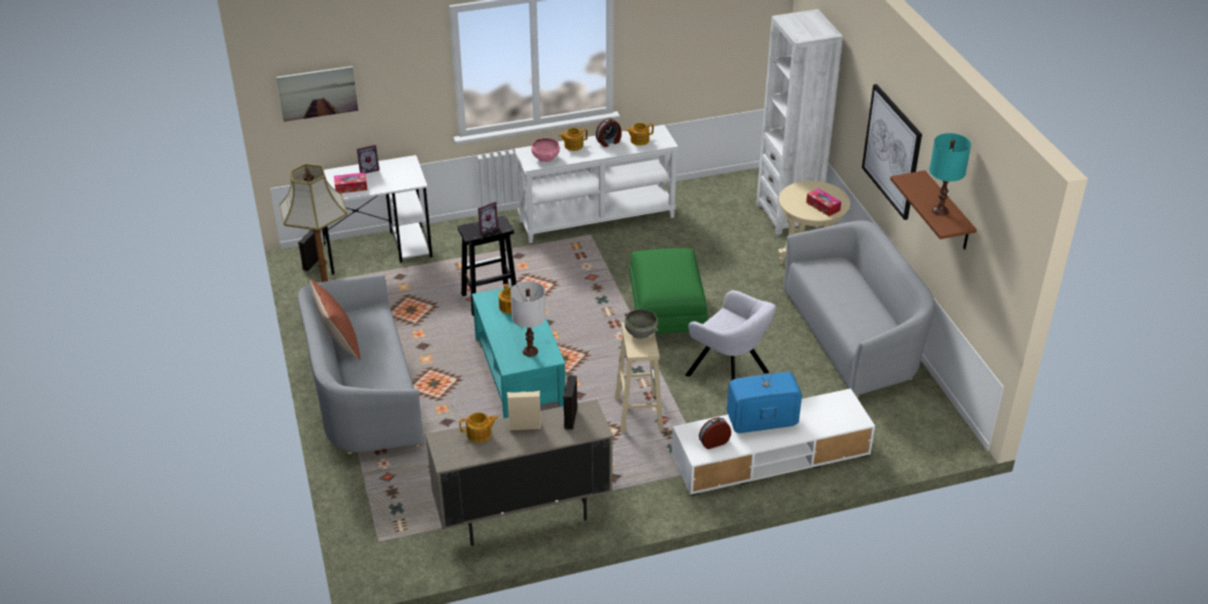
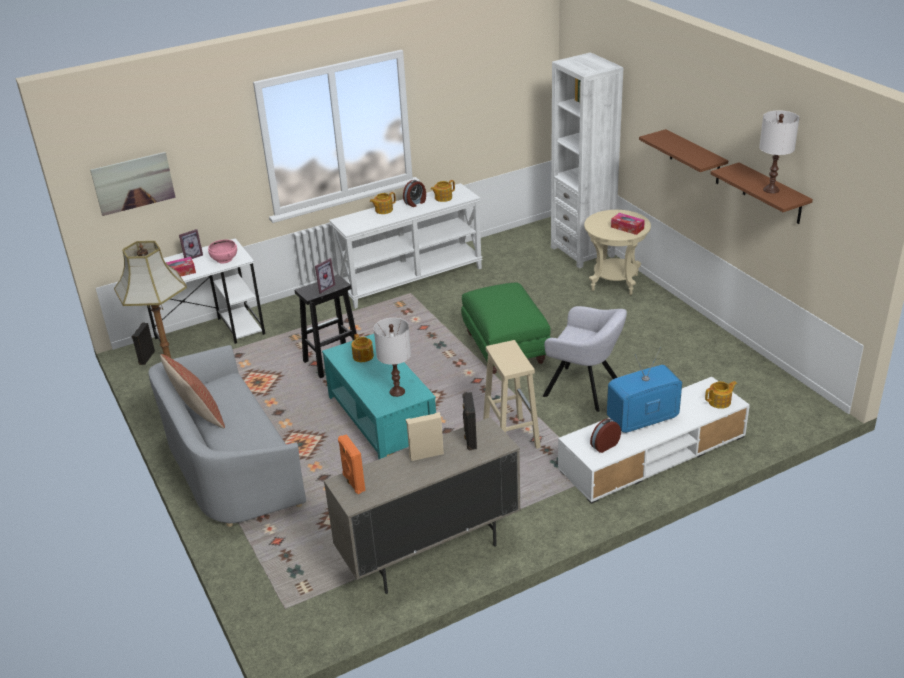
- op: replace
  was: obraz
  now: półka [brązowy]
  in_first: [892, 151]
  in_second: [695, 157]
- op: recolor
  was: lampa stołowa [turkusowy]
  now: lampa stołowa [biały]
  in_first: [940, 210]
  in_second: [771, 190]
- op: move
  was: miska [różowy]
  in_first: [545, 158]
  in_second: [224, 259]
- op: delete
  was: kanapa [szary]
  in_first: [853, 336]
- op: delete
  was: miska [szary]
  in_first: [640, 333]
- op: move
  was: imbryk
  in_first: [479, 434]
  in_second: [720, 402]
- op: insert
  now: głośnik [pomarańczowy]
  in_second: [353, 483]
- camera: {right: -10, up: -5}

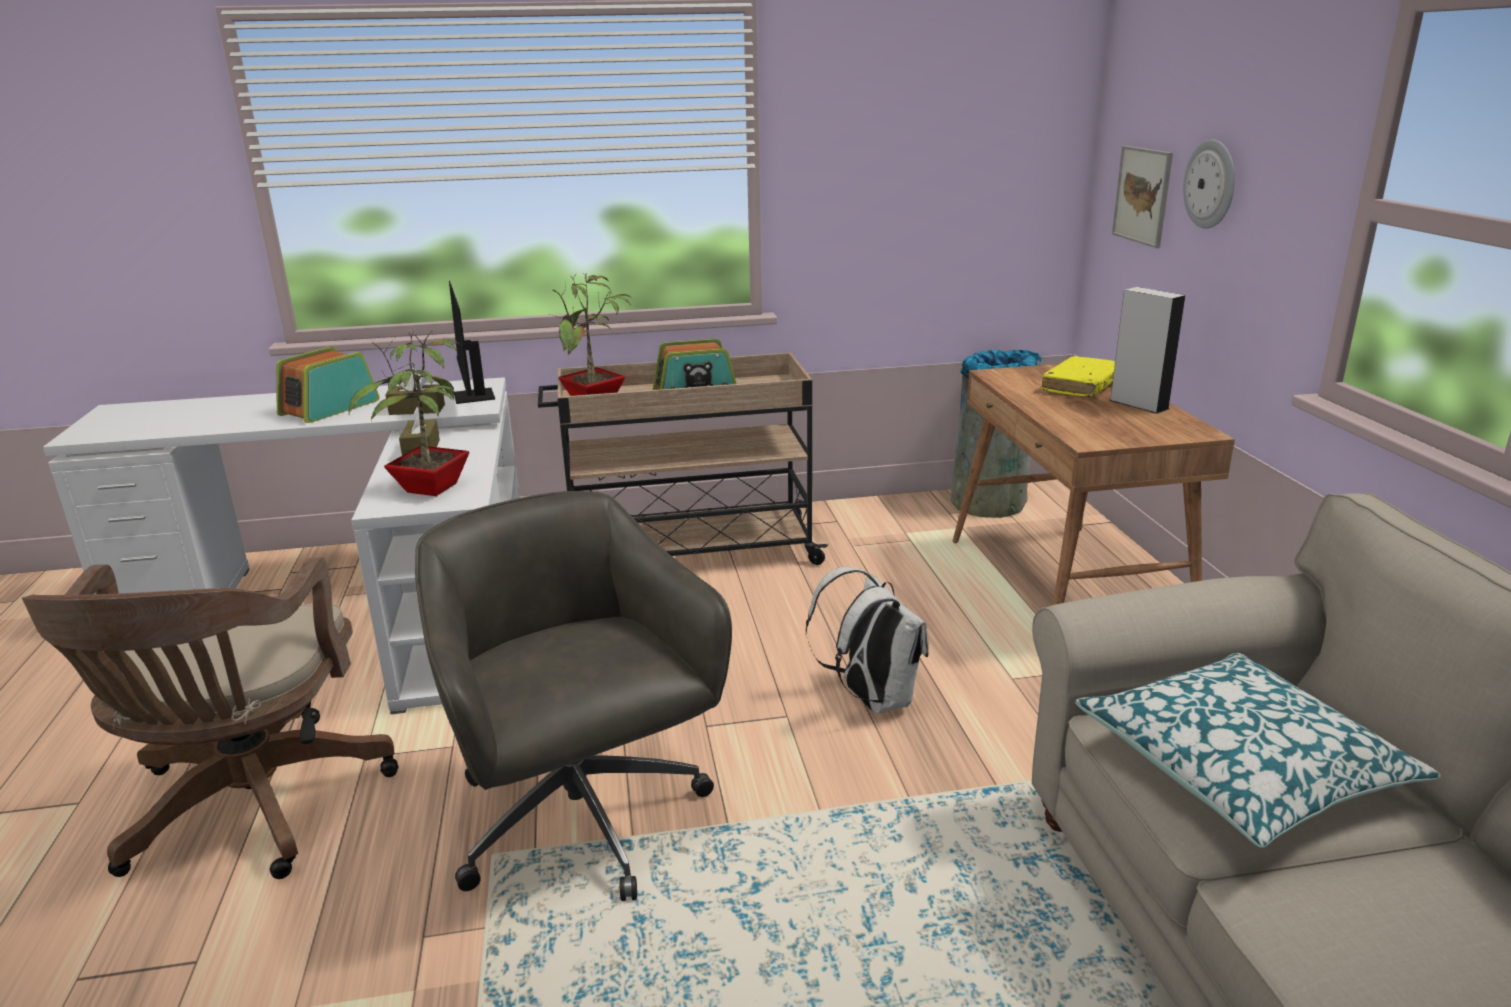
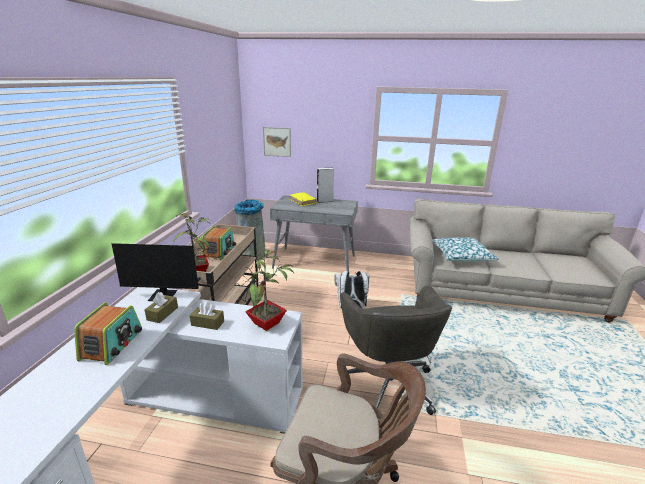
- op: delete
  was: zegar ścienny
  in_first: [1211, 184]
- op: rotate
  was: radio
  in_first: [329, 408]
  in_second: [112, 344]
  clockwise: -135
- op: recolor
  was: biurko [brązowy]
  now: biurko [szary]
  in_first: [1067, 586]
  in_second: [315, 262]
- op: rotate
  was: krzesło biurowe [szary]
  in_first: [582, 821]
  in_second: [388, 383]
  clockwise: -90
- camera: {right: -70, up: 0}

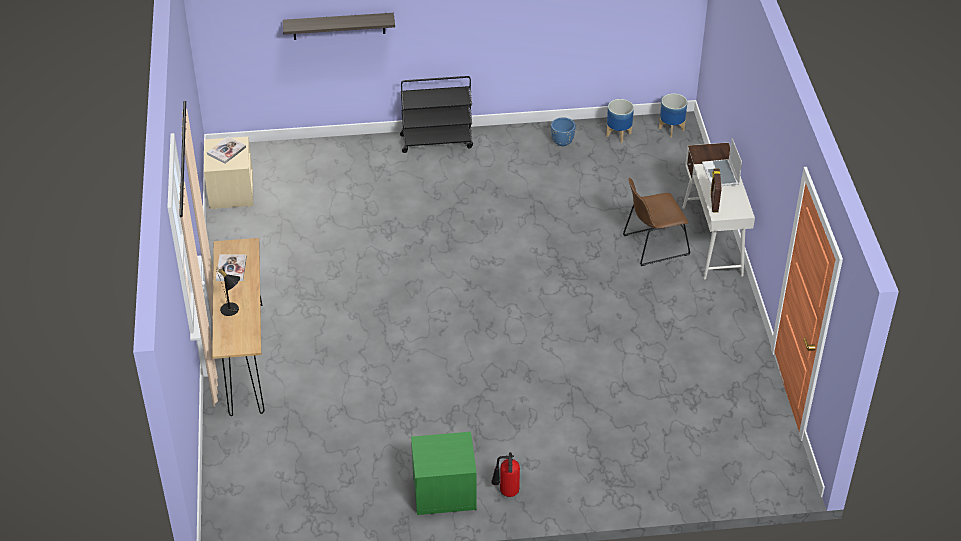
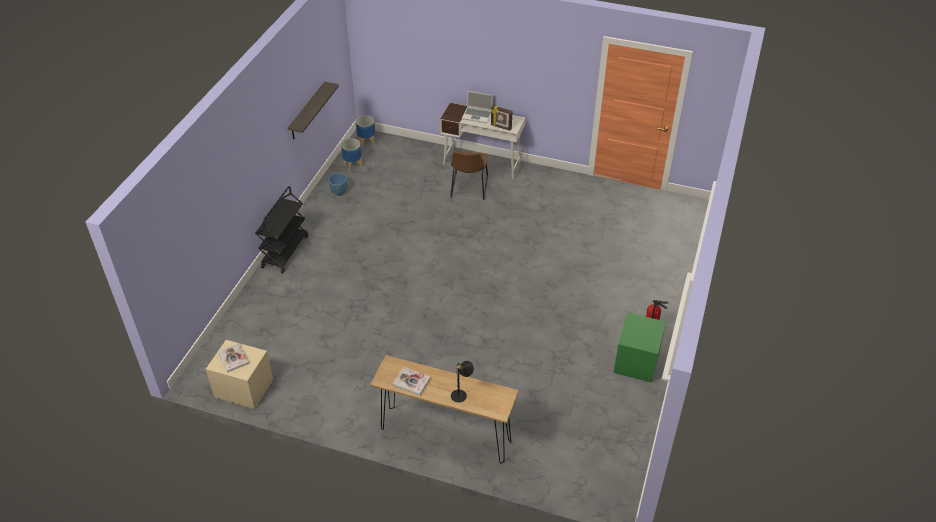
- op: move
  was: półka
  in_first: [339, 26]
  in_second: [307, 111]
- camera: {right: -65, up: 0}

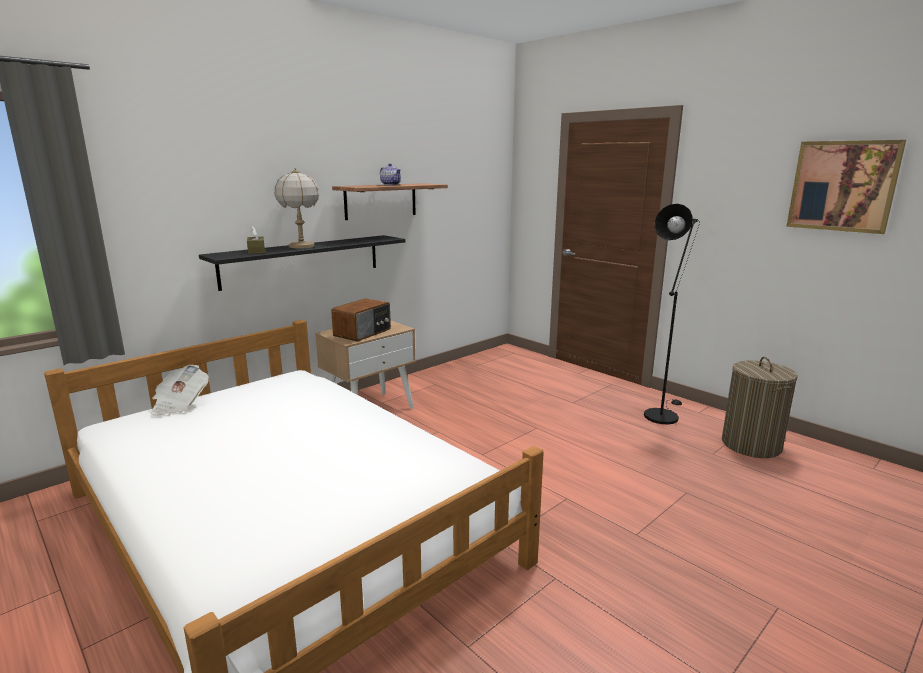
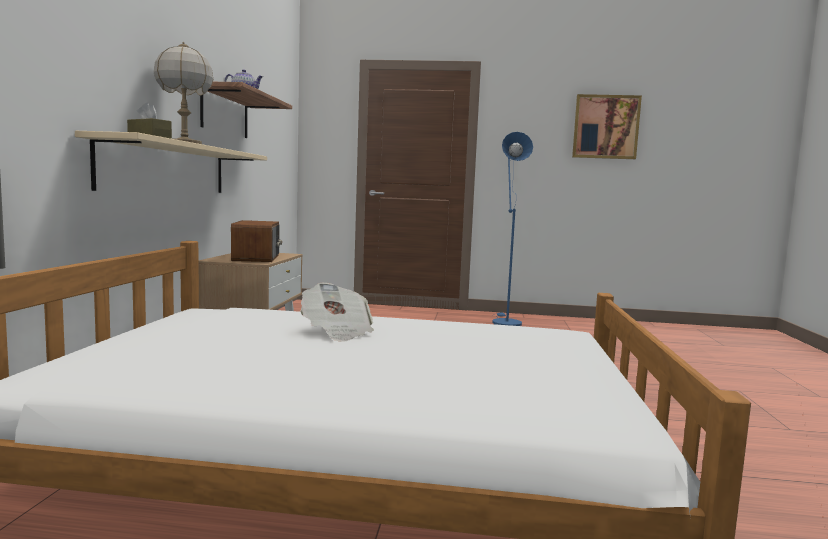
- op: recolor
  was: lampa stojąca [czarny]
  now: lampa stojąca [niebieski]
  in_first: [662, 414]
  in_second: [504, 322]
- op: recolor
  was: półka [czarny]
  now: półka [beżowy]
  in_first: [303, 261]
  in_second: [167, 168]
- op: delete
  was: kosz na pranie
  in_first: [751, 445]
- op: move
  was: gazeta
  in_first: [180, 404]
  in_second: [337, 332]
- camera: {right: -40, up: -10}

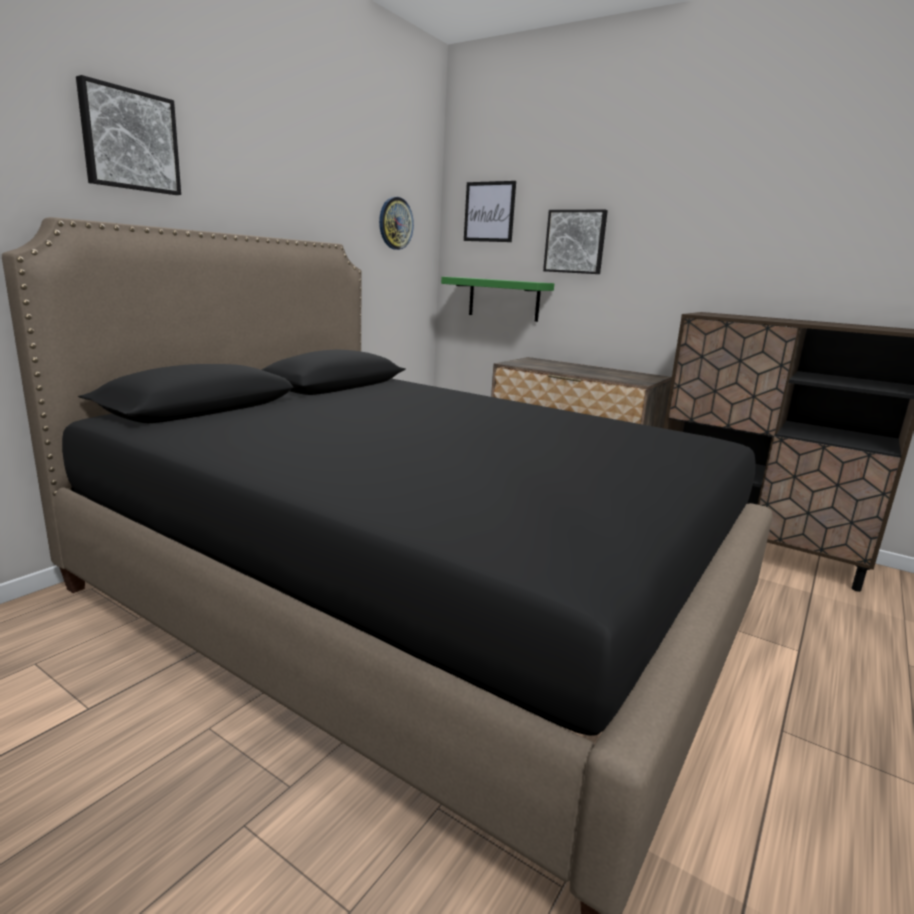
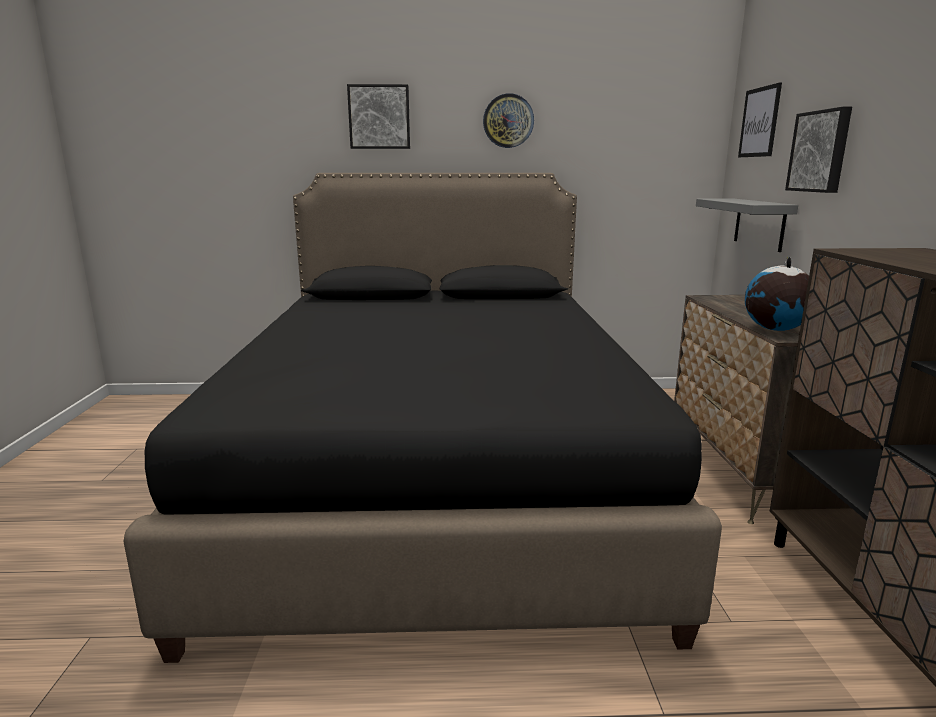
- op: move
  was: zegar ścienny
  in_first: [395, 223]
  in_second: [508, 121]
- op: recolor
  was: półka [zielony]
  now: półka [szary]
  in_first: [504, 299]
  in_second: [759, 224]
- op: insert
  now: globus
  in_second: [775, 329]
- camera: {right: 55, up: 0}

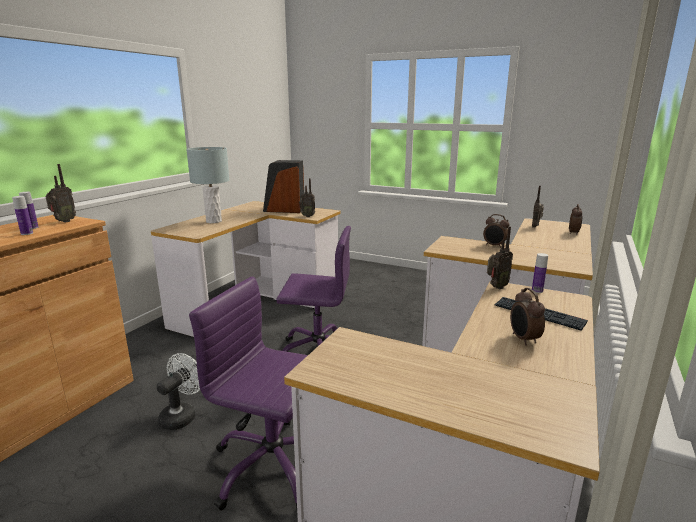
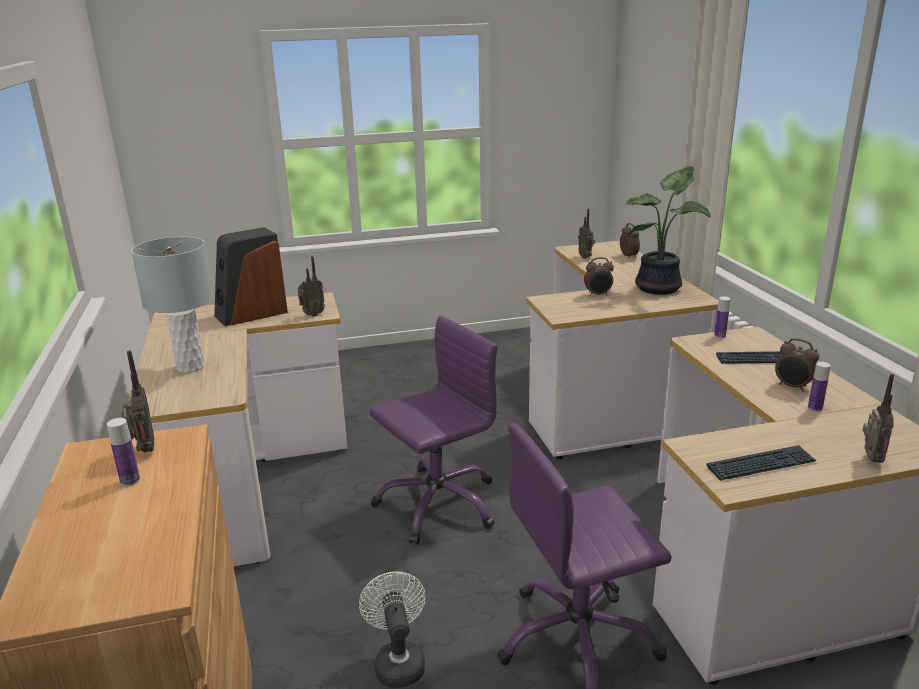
- op: move
  was: butelka
  in_first: [27, 233]
  in_second: [815, 408]
- op: move
  was: radio
  in_first: [496, 287]
  in_second: [870, 460]
- op: insert
  now: roślina doniczkowa
  in_second: [661, 288]
- op: insert
  now: klawiatura
  in_second: [761, 465]
- camera: {right: -40, up: 5}

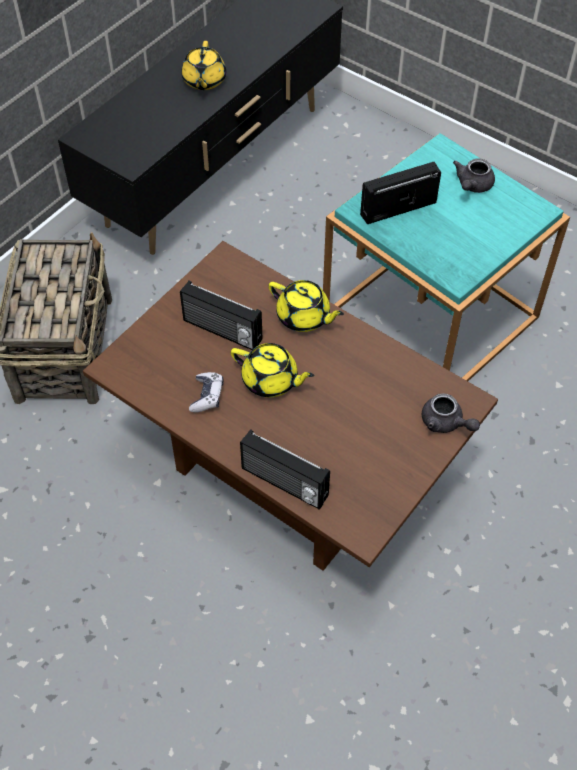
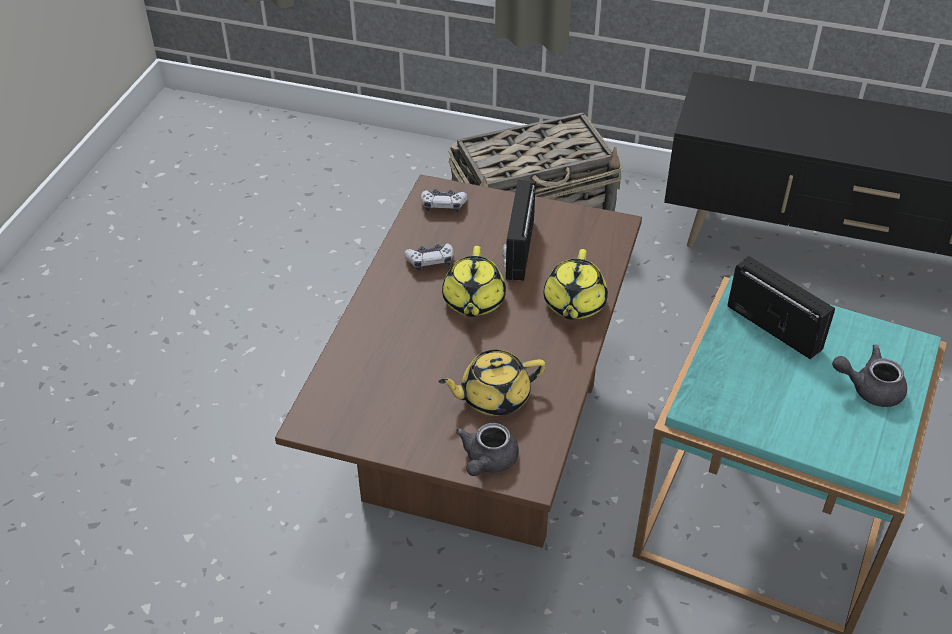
- op: move
  was: imbryk [żółty]
  in_first: [204, 81]
  in_second: [493, 397]
- op: delete
  was: radio
  in_first: [283, 483]
- op: insert
  now: pad do gier
  in_second: [443, 205]
- camera: {right: 70, up: -10}

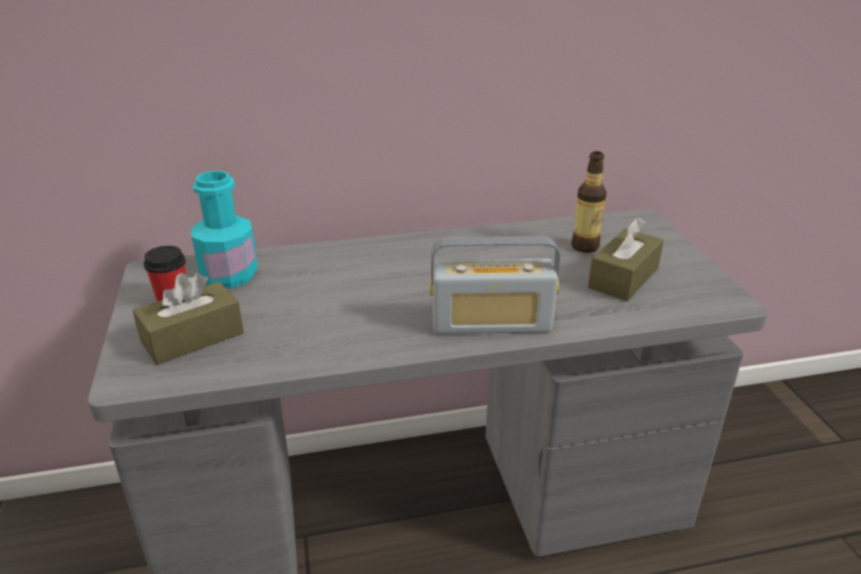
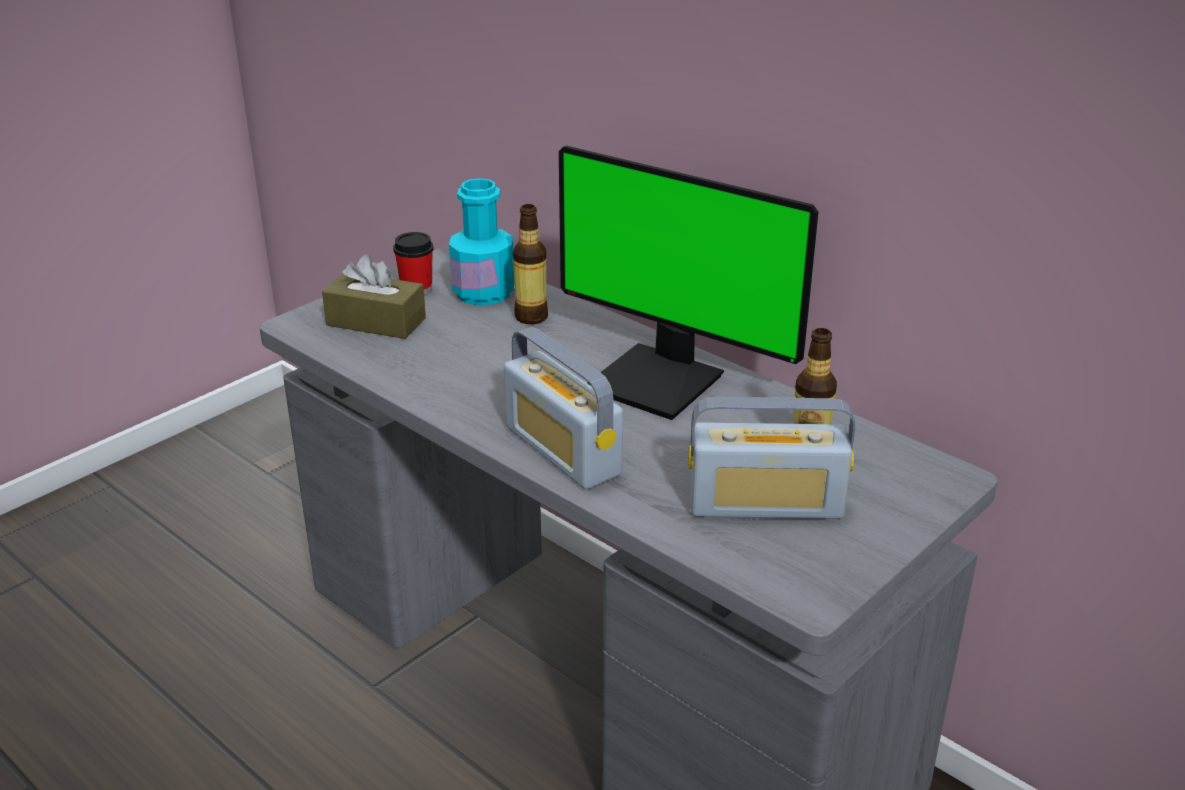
- op: replace
  was: pudełko chusteczek [brązowy]
  now: radio
  in_first: [623, 278]
  in_second: [765, 505]
- op: insert
  now: monitor
  in_second: [660, 381]
- op: insert
  now: butelka
  in_second: [531, 317]
- camera: {right: 55, up: 0}

